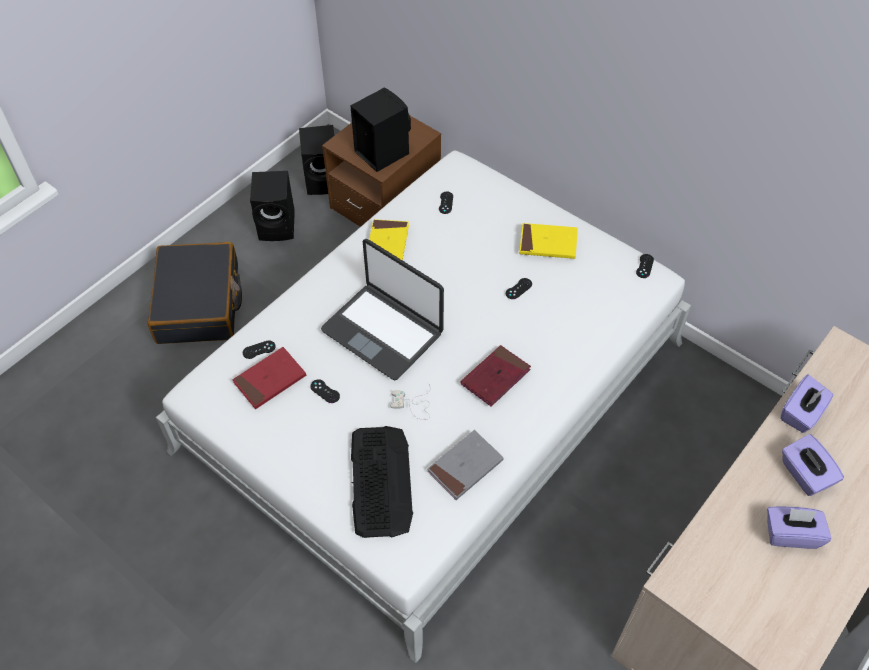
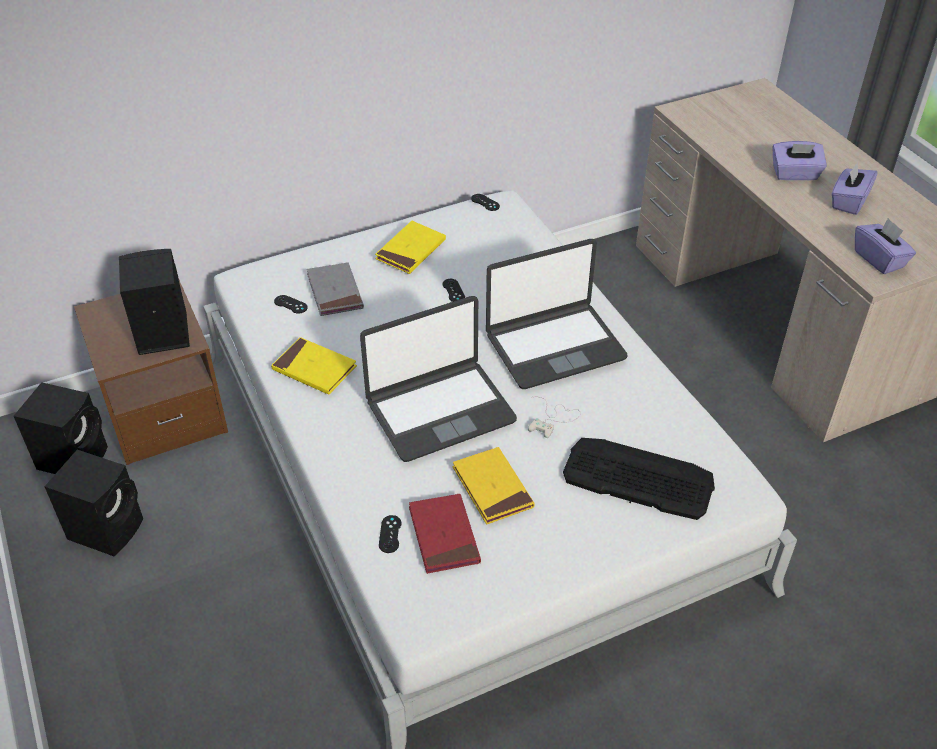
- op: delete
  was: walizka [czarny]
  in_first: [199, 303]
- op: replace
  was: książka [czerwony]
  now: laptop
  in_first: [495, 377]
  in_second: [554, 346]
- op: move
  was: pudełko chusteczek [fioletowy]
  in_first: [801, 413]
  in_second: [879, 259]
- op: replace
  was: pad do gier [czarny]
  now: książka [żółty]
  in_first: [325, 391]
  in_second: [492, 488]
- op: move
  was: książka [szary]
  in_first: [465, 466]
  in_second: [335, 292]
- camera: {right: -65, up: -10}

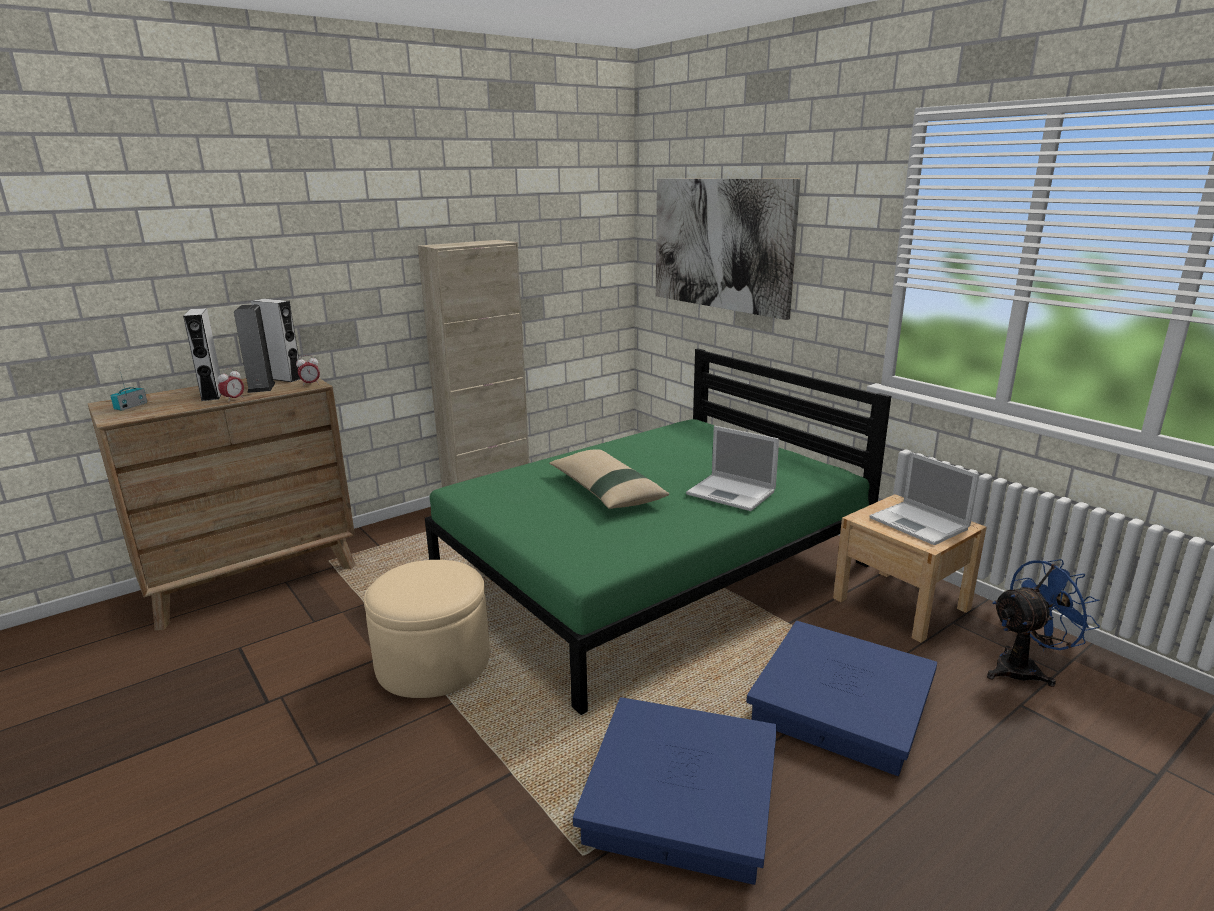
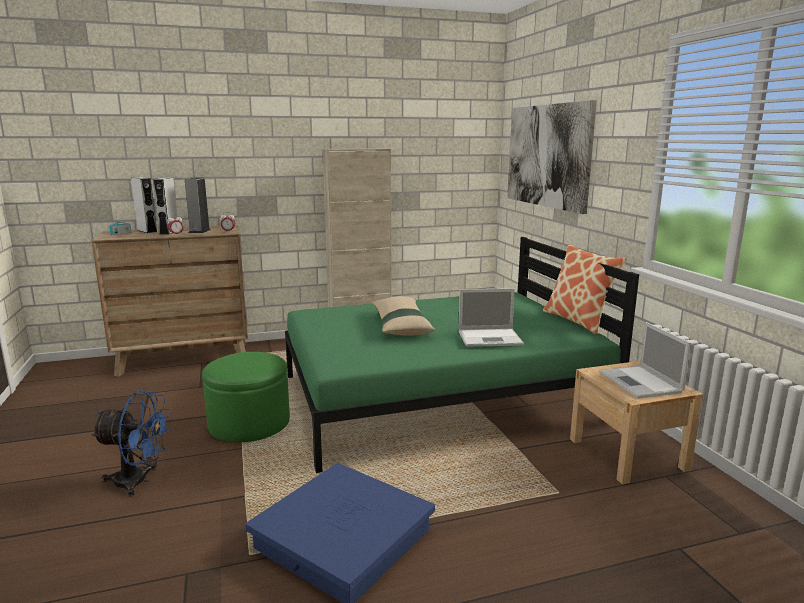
- op: move
  was: głośnik [szary]
  in_first: [283, 378]
  in_second: [147, 231]
- op: rotate
  was: laptop
  in_first: [732, 493]
  in_second: [491, 338]
  clockwise: -60
- op: move
  was: wentylator [niebieski]
  in_first: [1025, 669]
  in_second: [139, 481]
- op: recolor
  was: pufa [beżowy]
  now: pufa [zielony]
  in_first: [433, 662]
  in_second: [249, 423]
- op: delete
  was: pojemnik do przechowywania [niebieski]
  in_first: [840, 704]
- op: insert
  now: poduszka
  in_second: [578, 320]
- camera: {right: 20, up: -5}

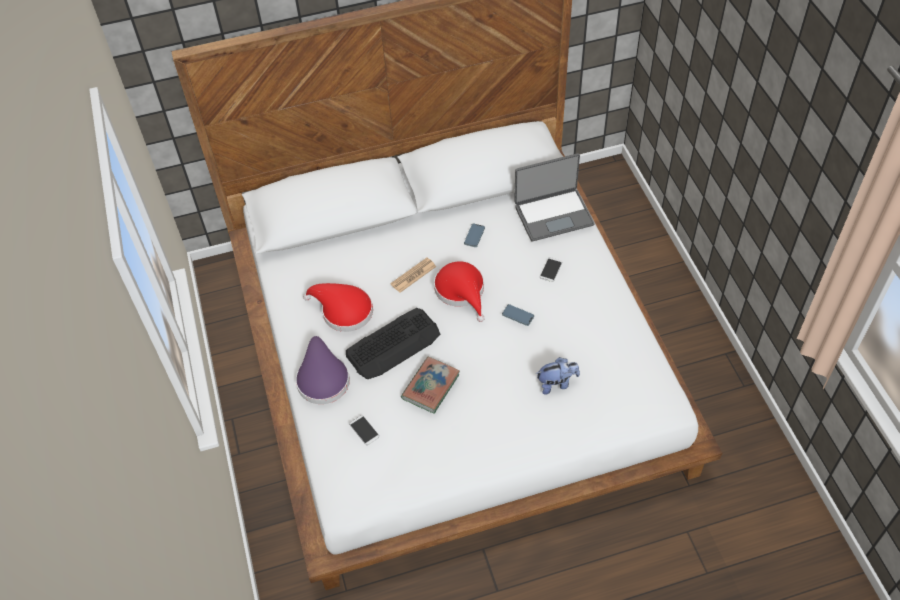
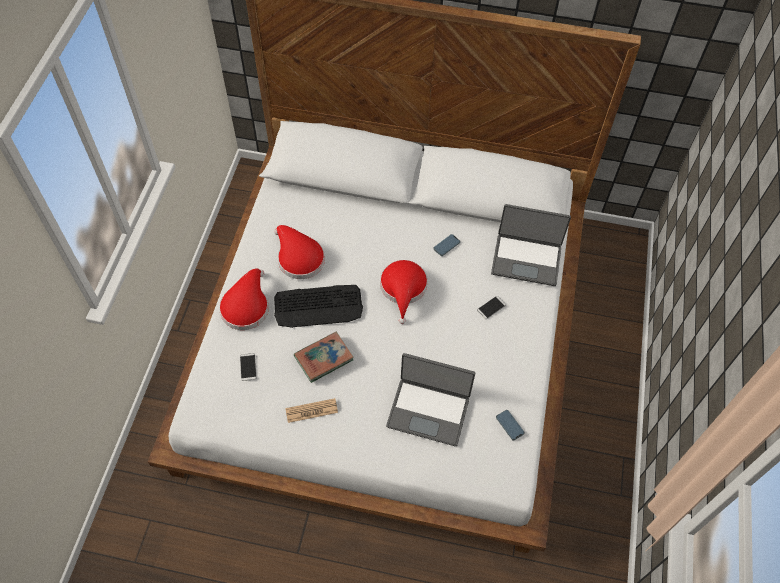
- op: move
  was: gazeta
  in_first: [413, 275]
  in_second: [311, 411]
- op: move
  was: telefon
  in_first: [518, 316]
  in_second: [509, 425]
- op: recolor
  was: kapelusz [fioletowy]
  now: kapelusz [czerwony]
  in_first: [322, 378]
  in_second: [246, 306]
- op: replace
  was: pluszak
  now: laptop
  in_first: [556, 383]
  in_second: [428, 411]
- camera: {right: 25, up: 5}

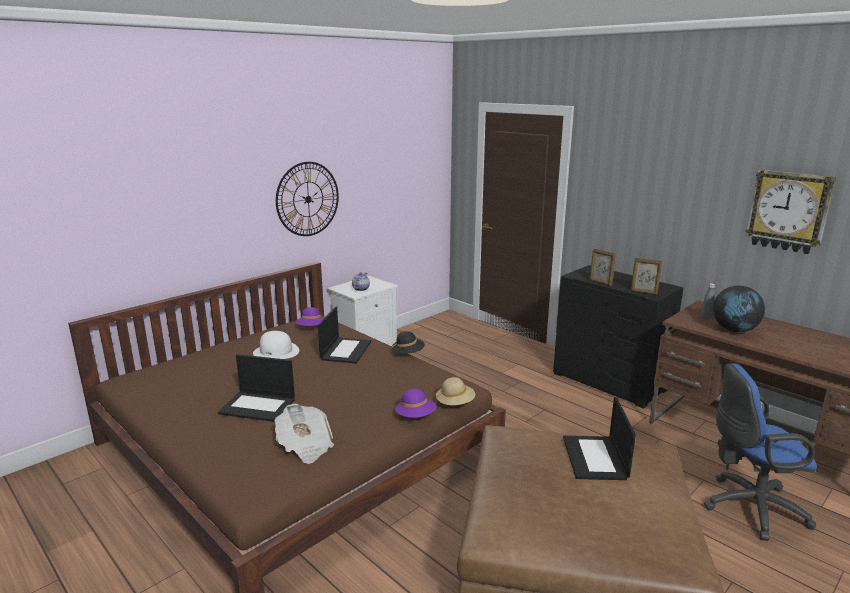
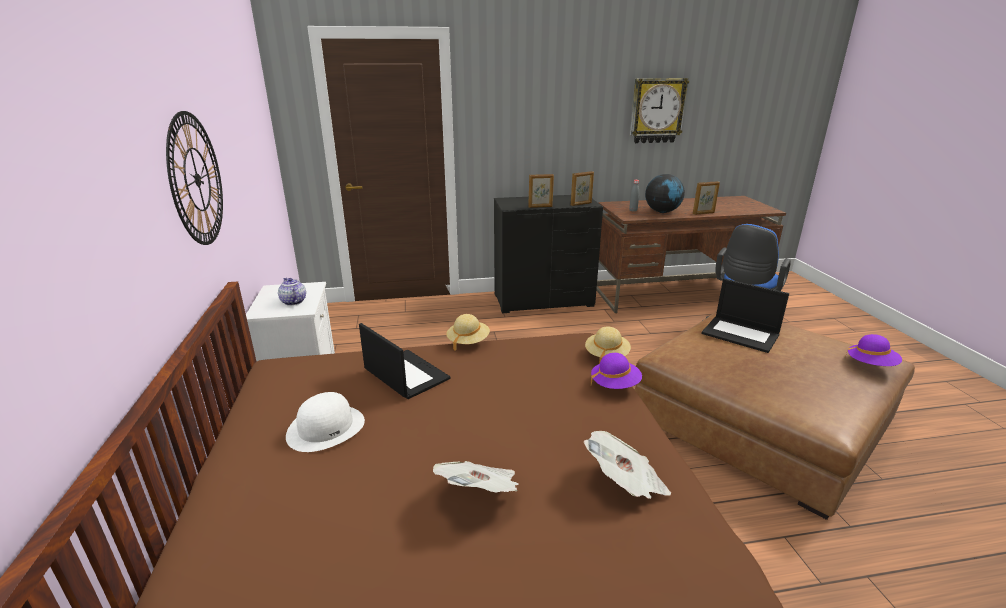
- op: move
  was: kapelusz [fioletowy]
  in_first: [311, 328]
  in_second: [871, 364]
- op: recolor
  was: kapelusz [czarny]
  now: kapelusz [beżowy]
  in_first: [408, 353]
  in_second: [468, 341]
- op: replace
  was: laptop
  now: gazeta
  in_first: [258, 406]
  in_second: [480, 493]
- op: insert
  now: ramka na zdjęcie
  in_second: [703, 213]
- camera: {right: -55, up: 5}

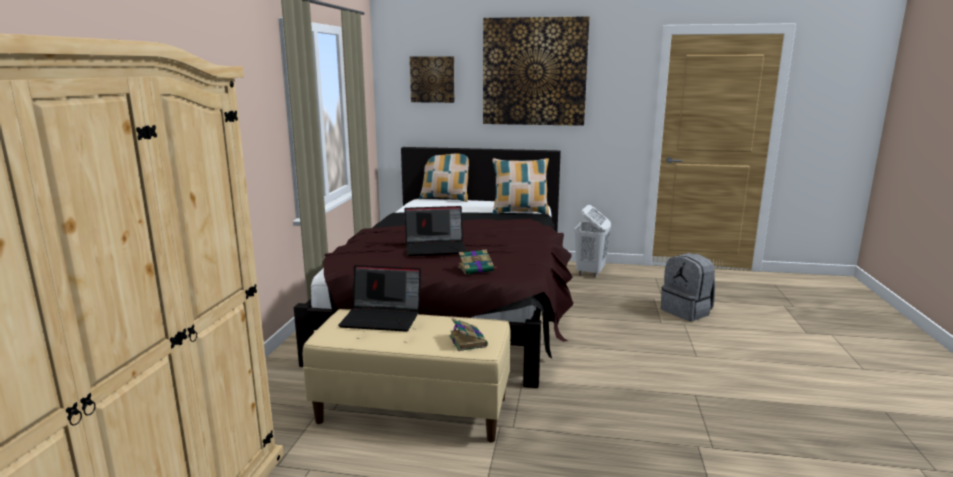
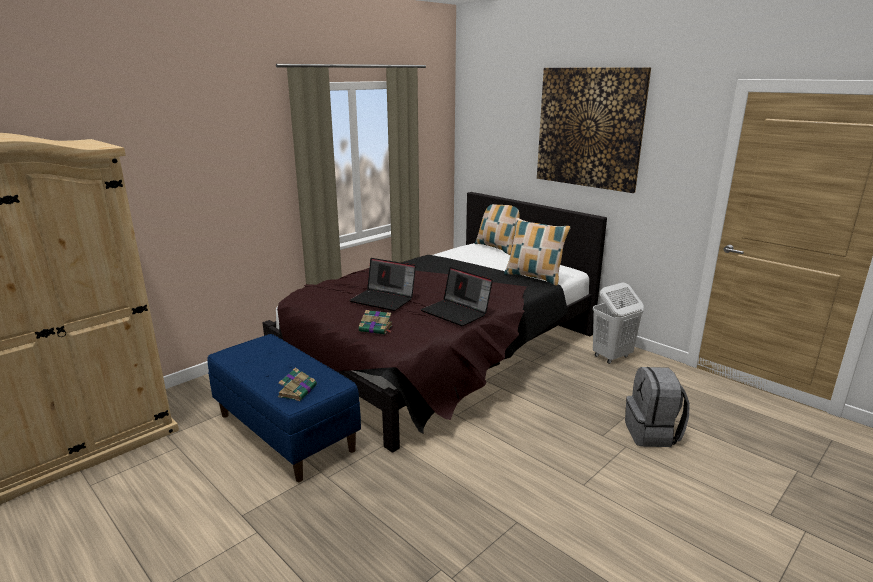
- op: delete
  was: obraz
  in_first: [432, 79]
- op: move
  was: laptop
  in_first: [383, 318]
  in_second: [457, 312]
- op: recolor
  was: ławka [beżowy]
  now: ławka [niebieski]
  in_first: [414, 410]
  in_second: [286, 432]
- camera: {right: 35, up: 5}

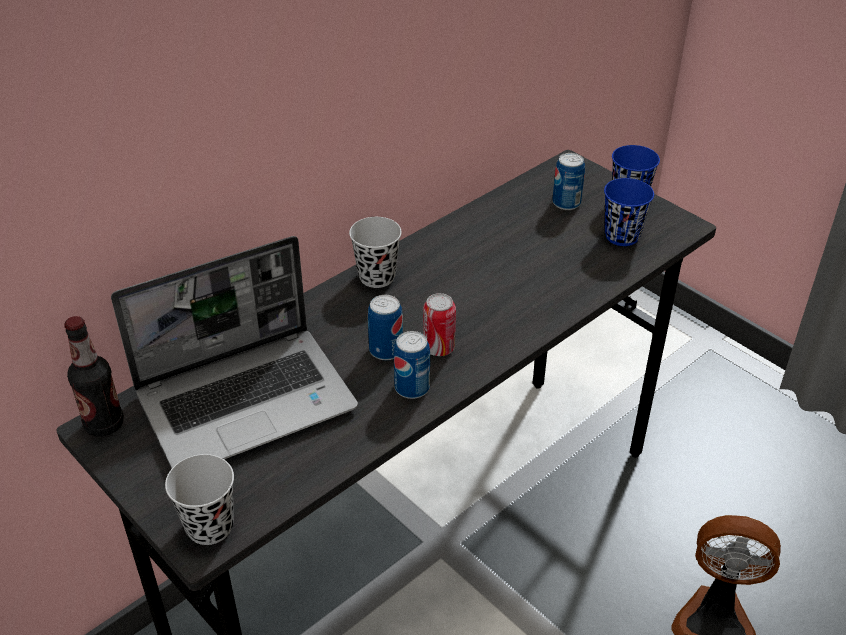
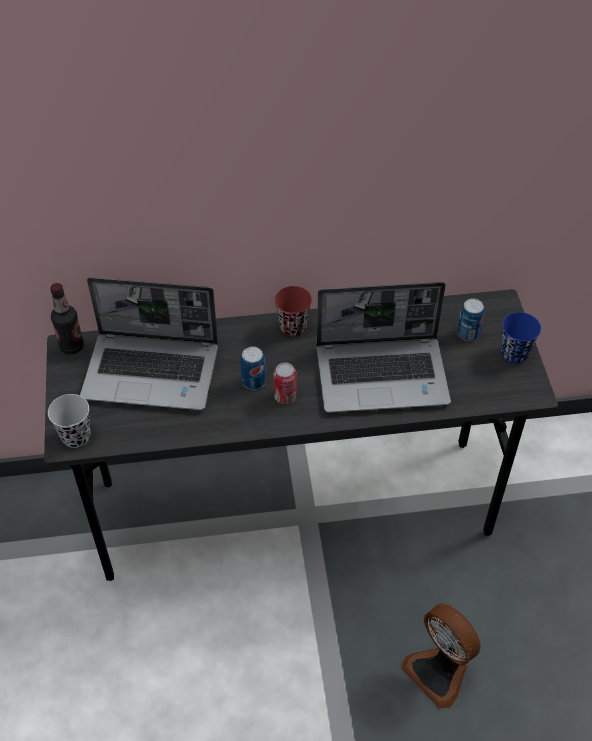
- op: delete
  was: filiżanka [niebieski]
  in_first: [622, 236]
- op: recolor
  was: filiżanka [czarny]
  now: filiżanka [czerwony]
  in_first: [377, 277]
  in_second: [293, 327]
- op: delete
  was: puszka
  in_first: [412, 388]
- op: insert
  now: laptop
  in_second: [383, 375]
- camera: {right: 35, up: 10}

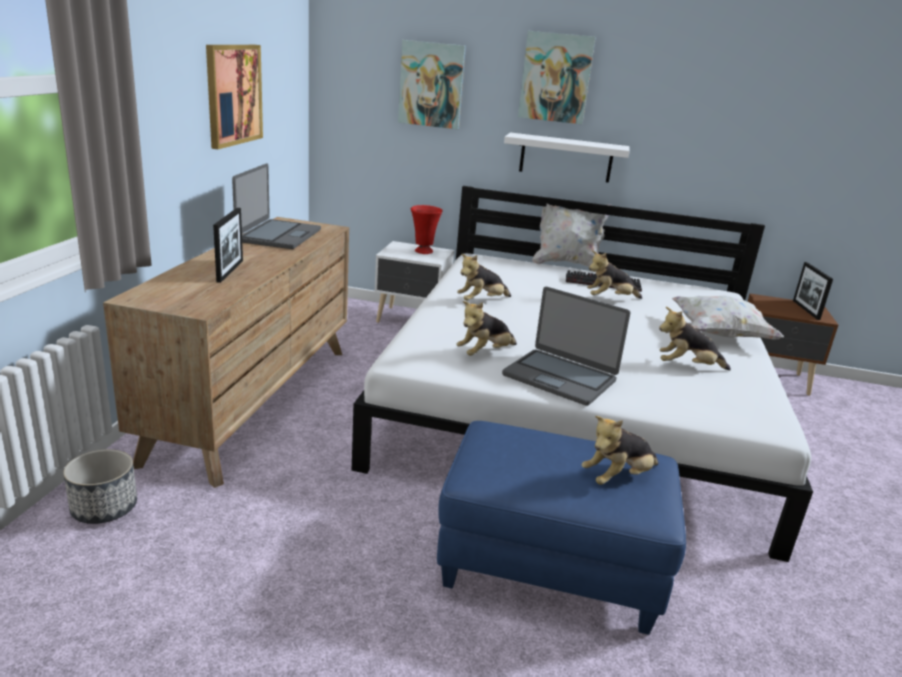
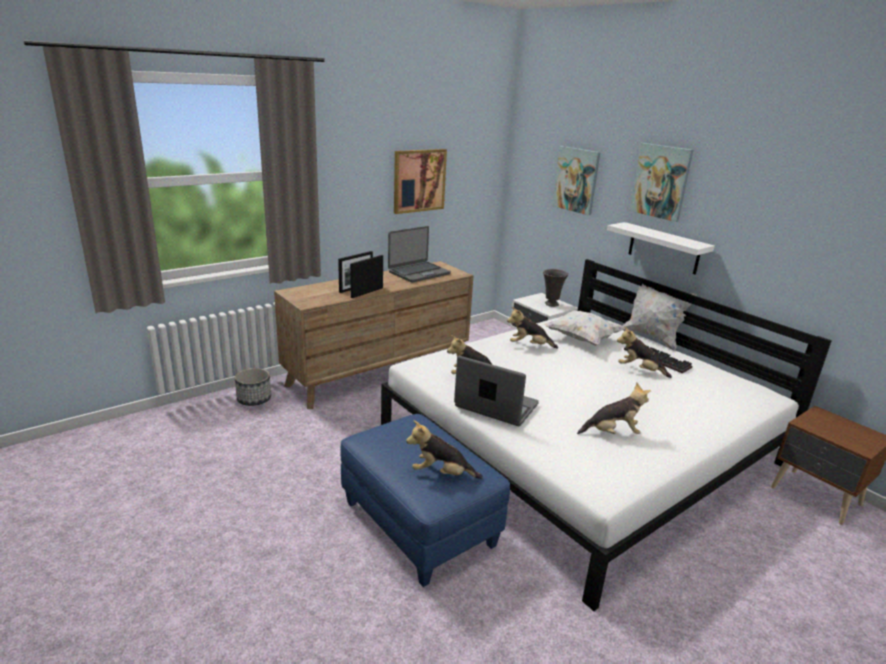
- op: recolor
  was: wazon [czerwony]
  now: wazon [szary]
  in_first: [423, 252]
  in_second: [551, 304]
- op: move
  was: ramka na zdjęcie
  in_first: [806, 310]
  in_second: [367, 292]
- op: rotate
  was: laptop
  in_first: [560, 377]
  in_second: [496, 406]
  clockwise: 135
- op: move
  was: poduszka [biały]
  in_first: [719, 335]
  in_second: [582, 339]
- op: rotate
  was: pluszak
  in_first: [687, 367]
  in_second: [612, 433]
  clockwise: 135
- camera: {right: 40, up: 0}

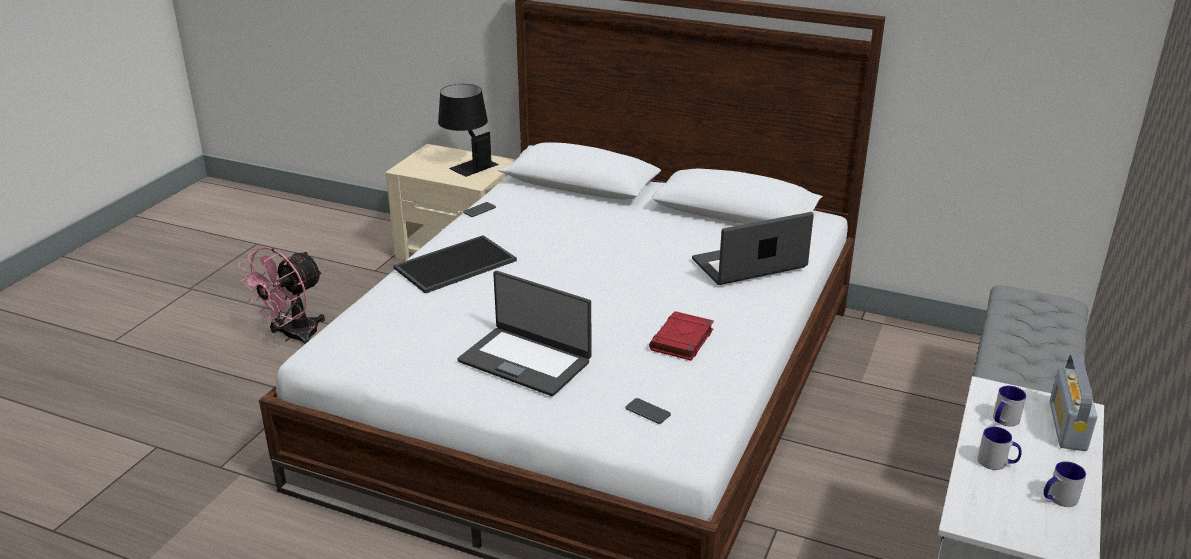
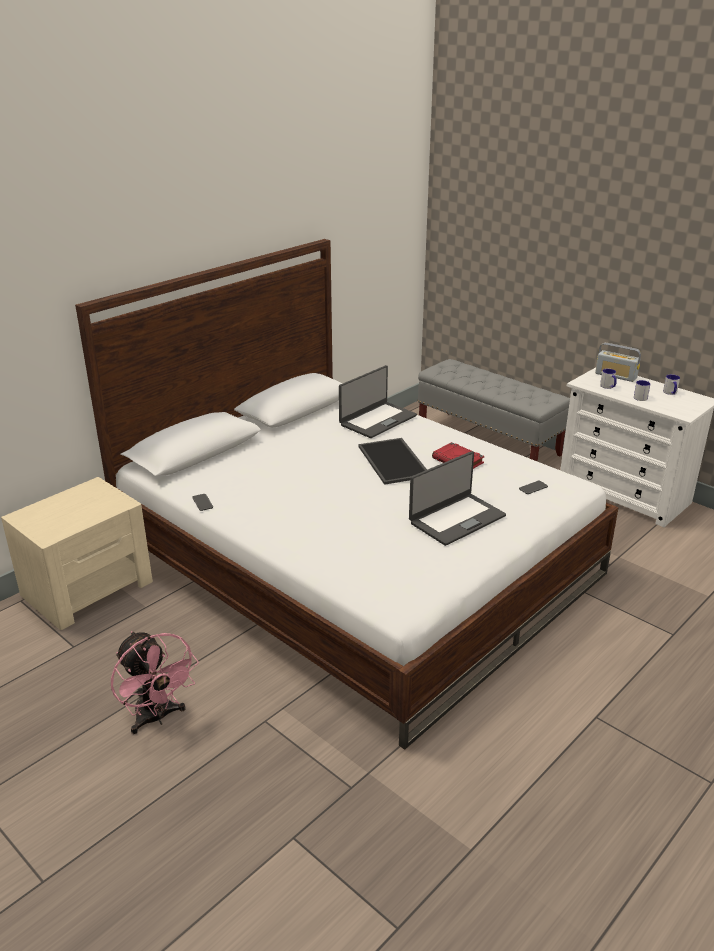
- op: delete
  was: lampa stołowa [czarny]
  in_first: [467, 164]
- op: rotate
  was: laptop
  in_first: [750, 264]
  in_second: [377, 420]
  clockwise: -135
- op: move
  was: taca
  in_first: [455, 265]
  in_second: [395, 461]
- camera: {right: -70, up: 0}

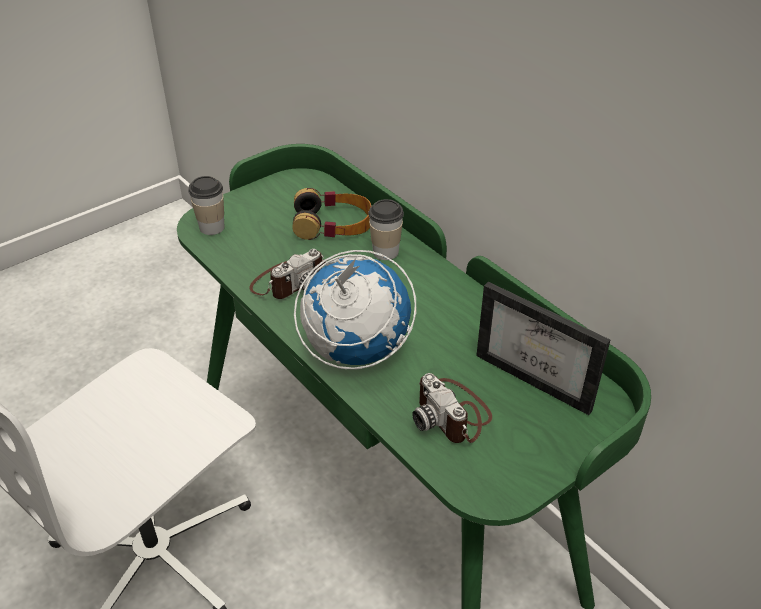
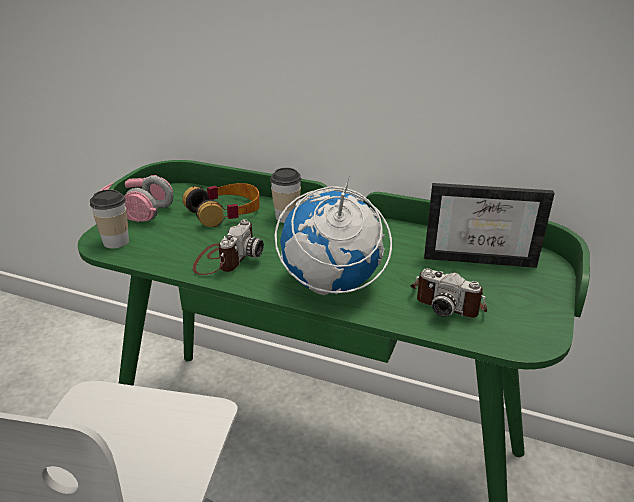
- op: insert
  now: słuchawki [różowy]
  in_second: [137, 212]
- camera: {right: -30, up: -10}

